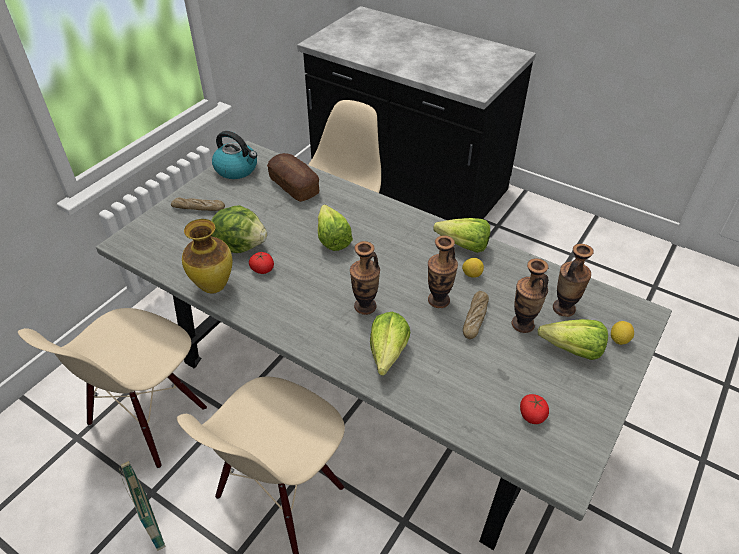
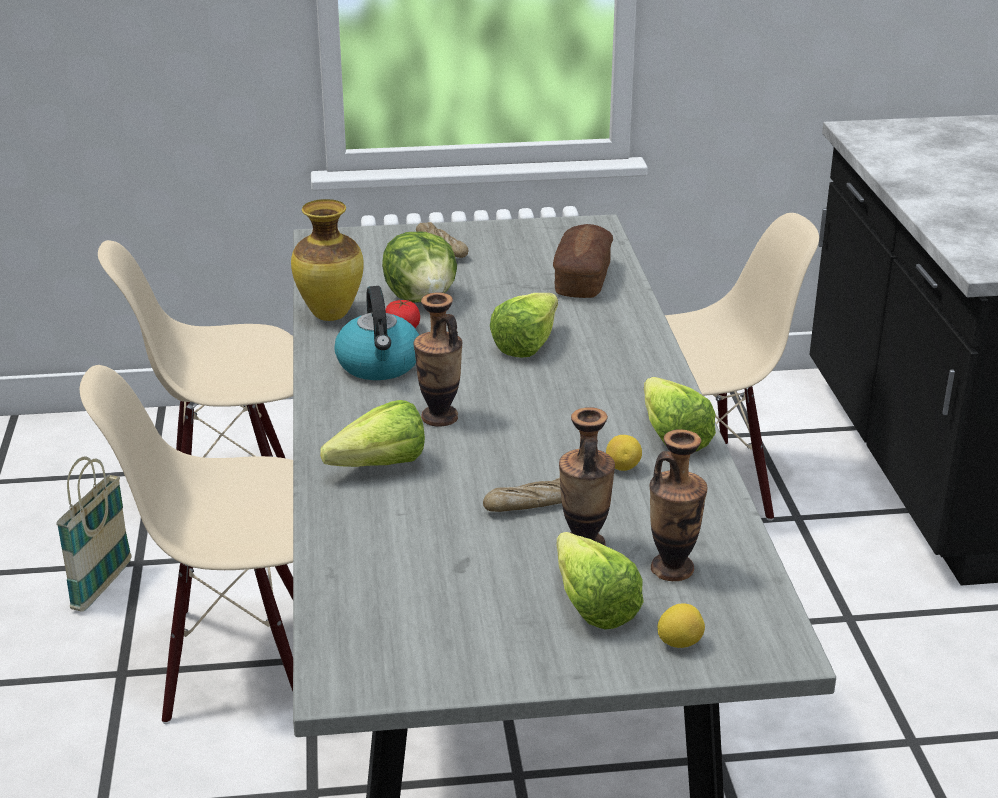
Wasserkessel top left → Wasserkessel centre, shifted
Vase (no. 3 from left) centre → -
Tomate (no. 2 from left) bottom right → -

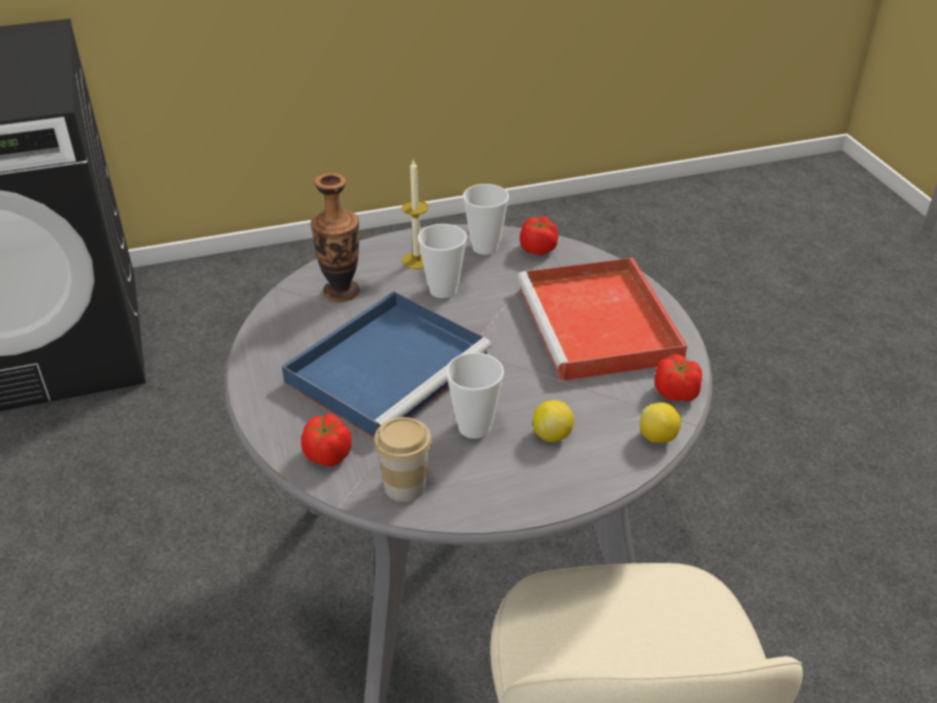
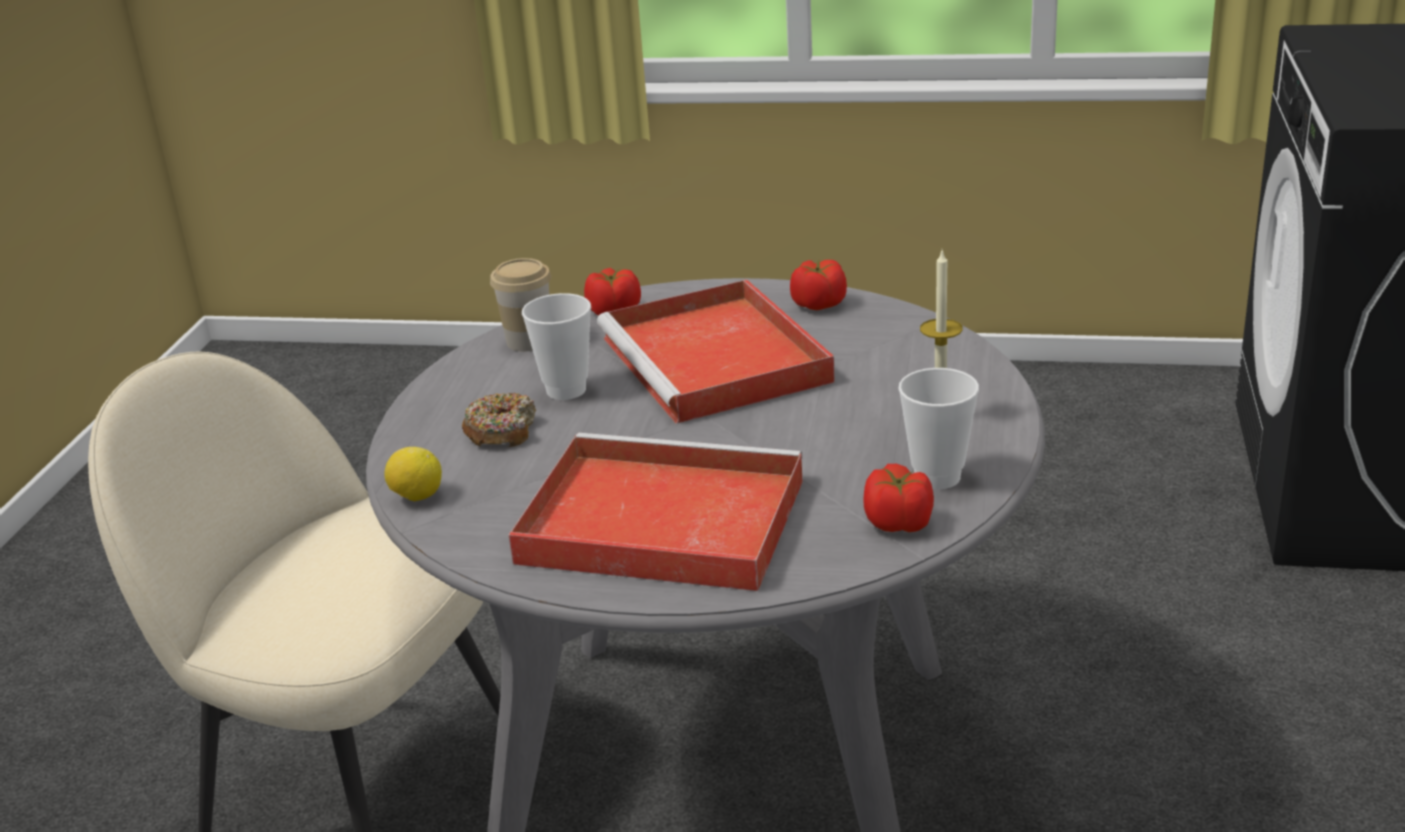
Vase centre → -
Tasse (no. 2 from left) centre → -
Tablett/blau centre → Tablett/rot (no. 2 from left) centre
Tomate (no. 3 from left in the first image) middle right → Tomate (no. 2 from left) centre, shifted
Zitrone (no. 1 from left) centre → Donut centre

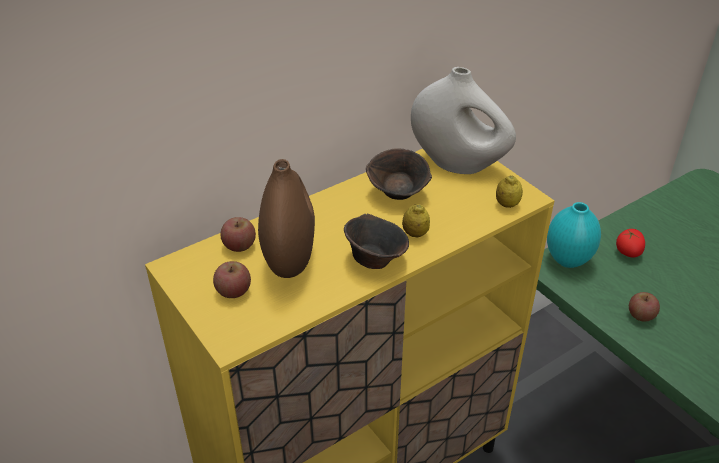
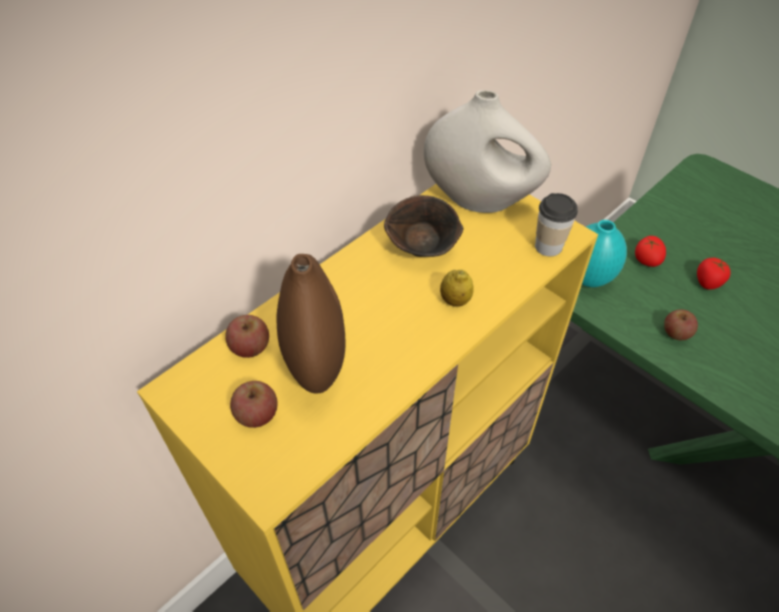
Zitrone (no. 2 from left) middle right → Tasse middle right
Schüssel/braun (no. 1 from left) centre → -
- → Tomate (no. 2 from left) middle right

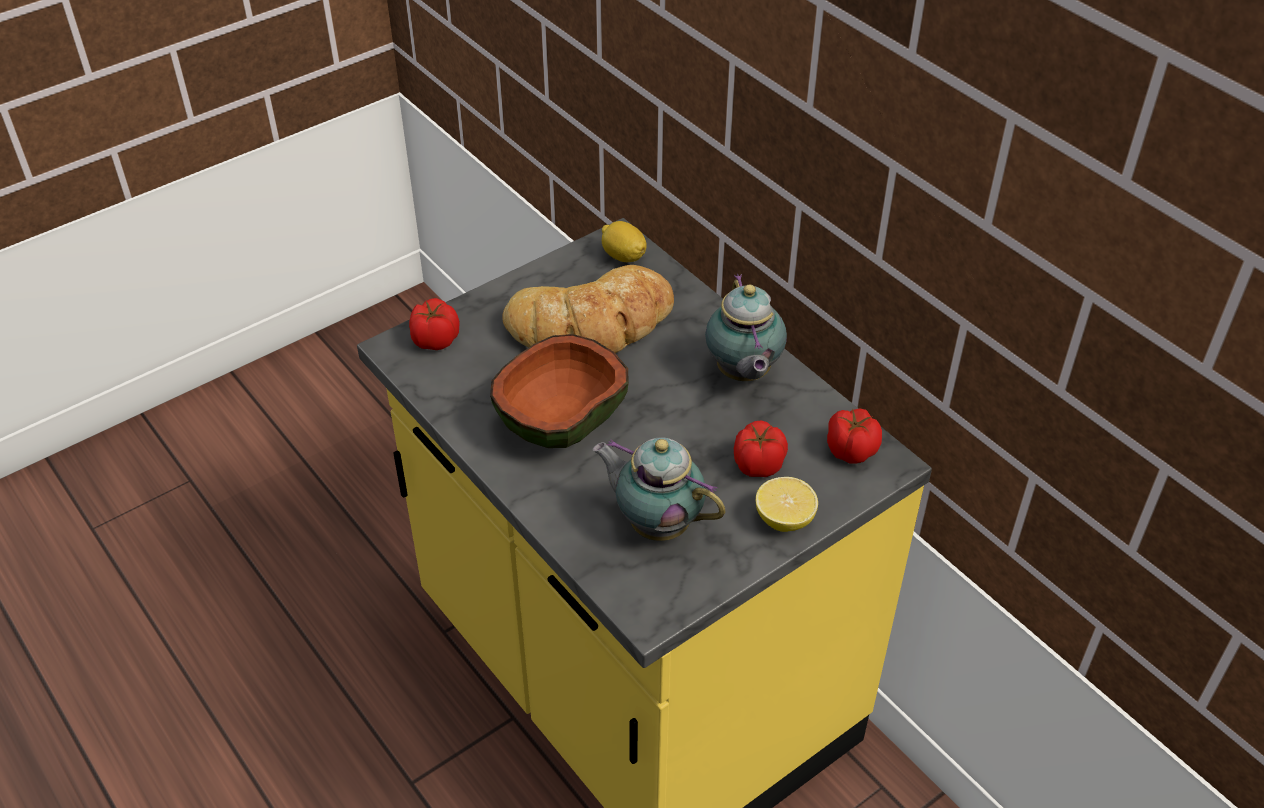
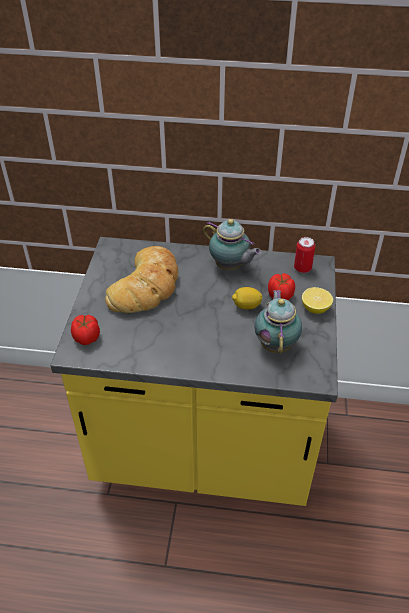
Zitrone (no. 1 from left) top centre → Zitrone (no. 1 from left) centre, shifted
Schüssel centre → -
Tomate (no. 3 from left) middle right → Dose middle right
Teekanne (no. 1 from left in the first image) centre → Teekanne (no. 2 from left) middle right, 105 degrees clockwise

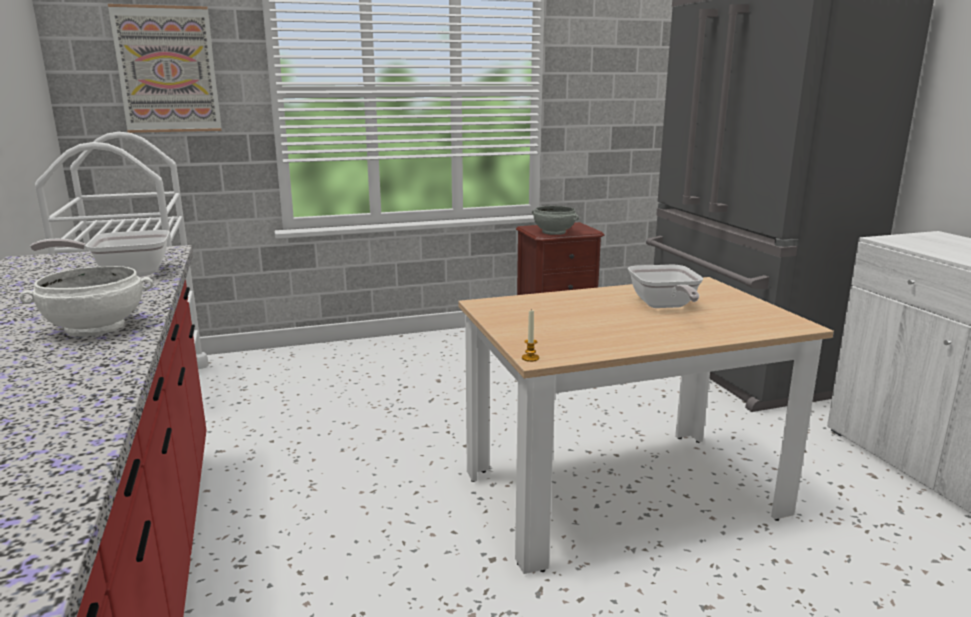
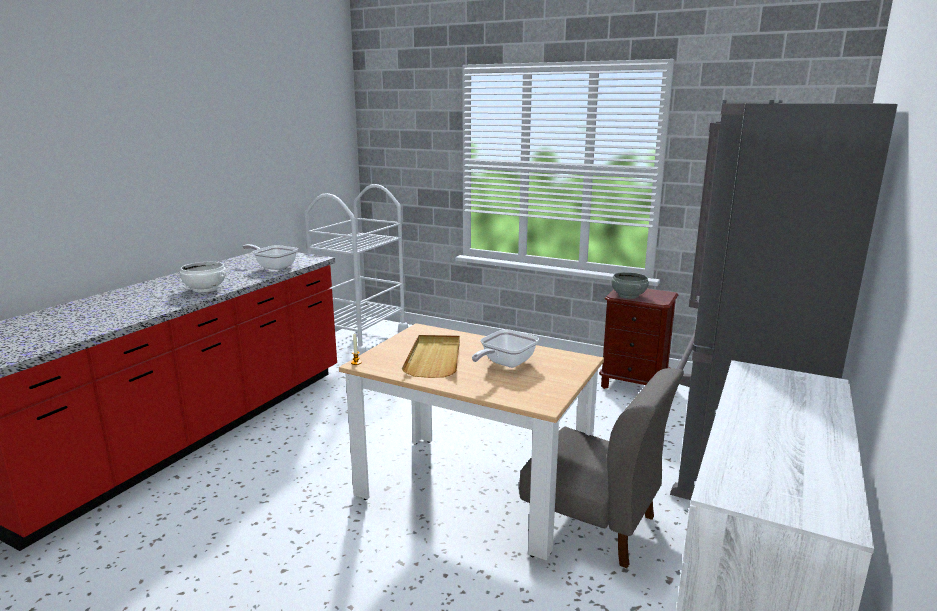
Bild top left → -
- → Tablett/beige centre
- → Stuhl/grau bottom centre

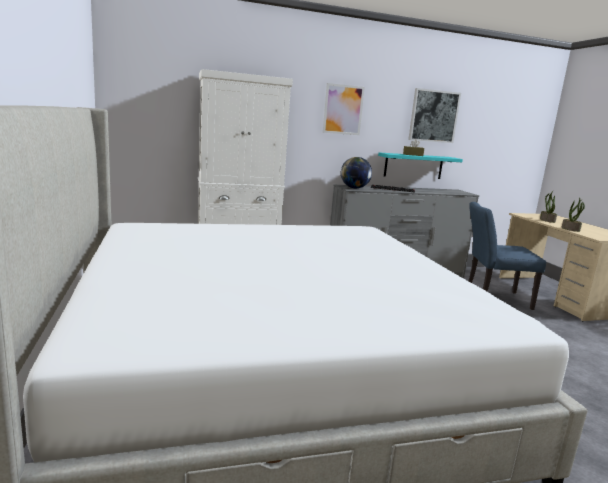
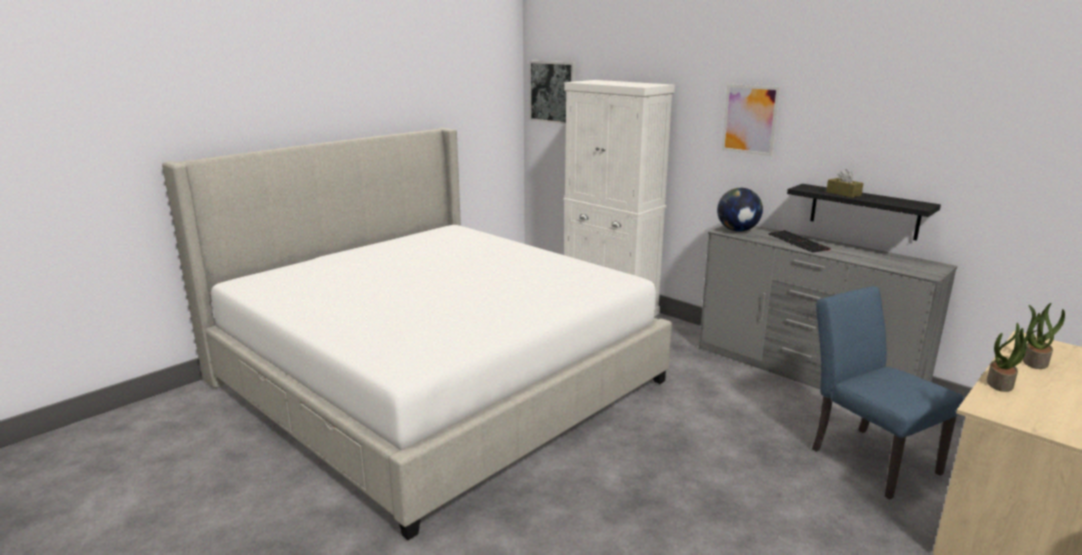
Bild (no. 2 from left in the first image) top right → Bild (no. 1 from left) top centre, shifted
Wandregal/türkis middle right → Wandregal/schwarz middle right

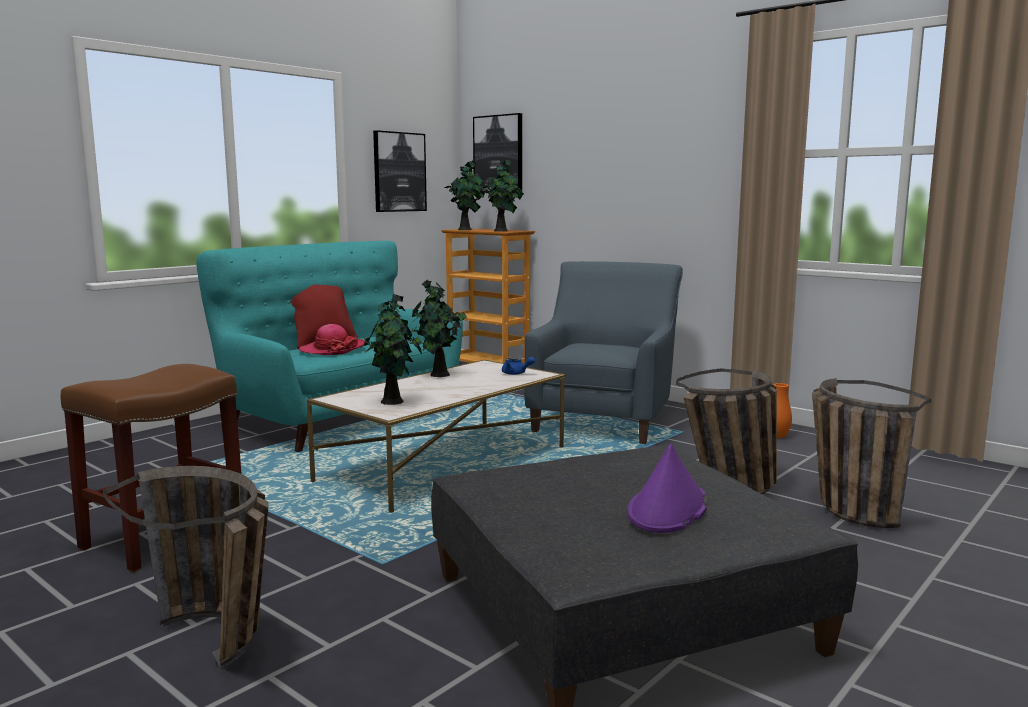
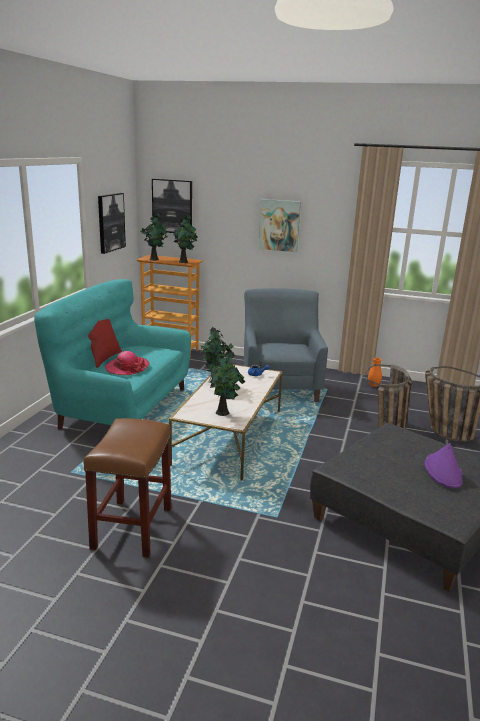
Korb (no. 1 from left) bottom left → -
- → Bild (no. 3 from left) top centre

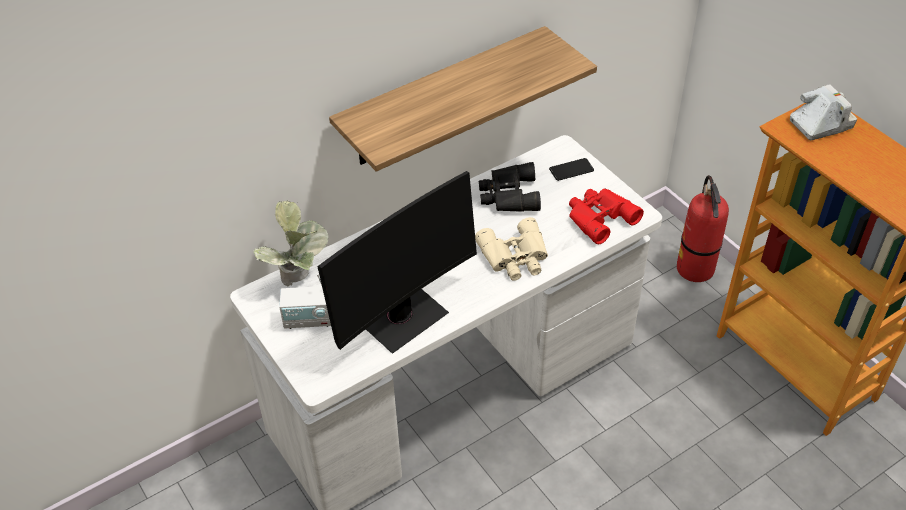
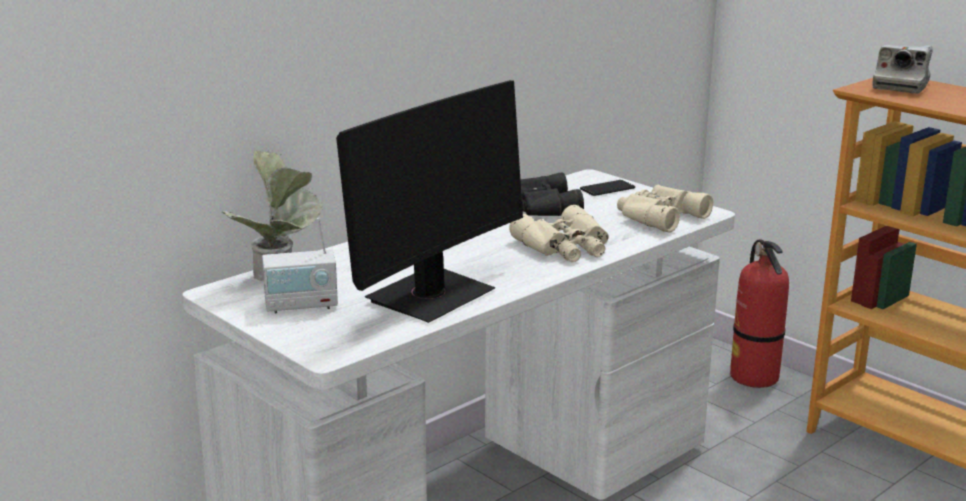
Wandregal top centre → -
Kamera top right, 150 degrees clockwise
Fernglas/rot middle right → Fernglas/beige (no. 2 from left) middle right

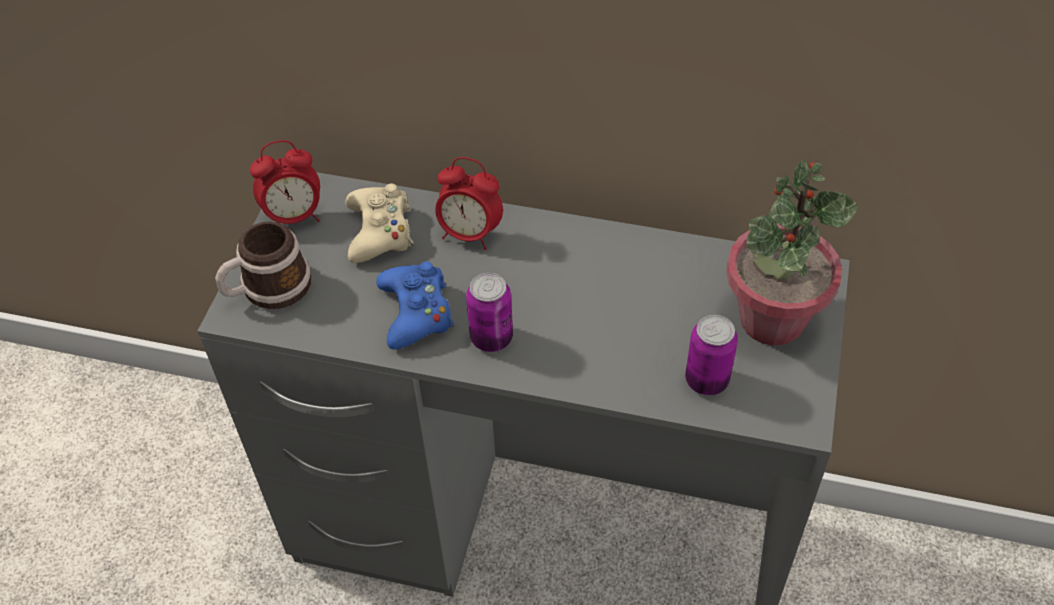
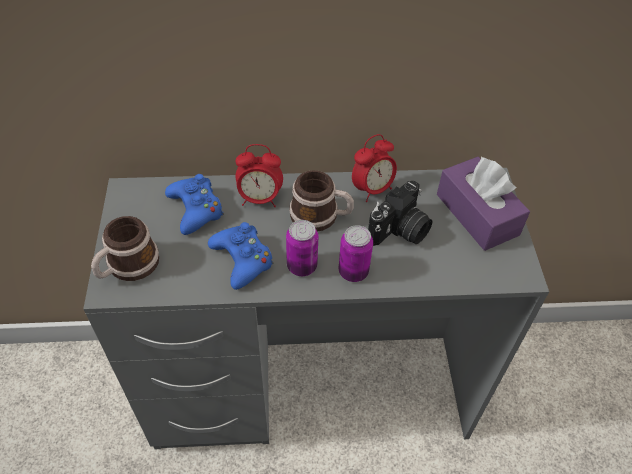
Wecker (no. 1 from left in the first image) top left → Wecker (no. 2 from left) centre, shifted
Topfpflanze middle right → Taschentuchbox/lila middle right
Gamepad/beige centre → Gamepad/blau (no. 1 from left) middle left
Dose (no. 2 from left) middle right → Dose (no. 2 from left) centre, shifted
- → Henkelbecher (no. 2 from left) centre
- → Kamera centre

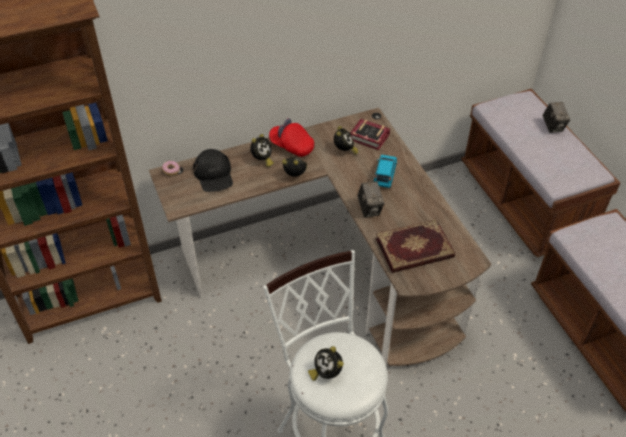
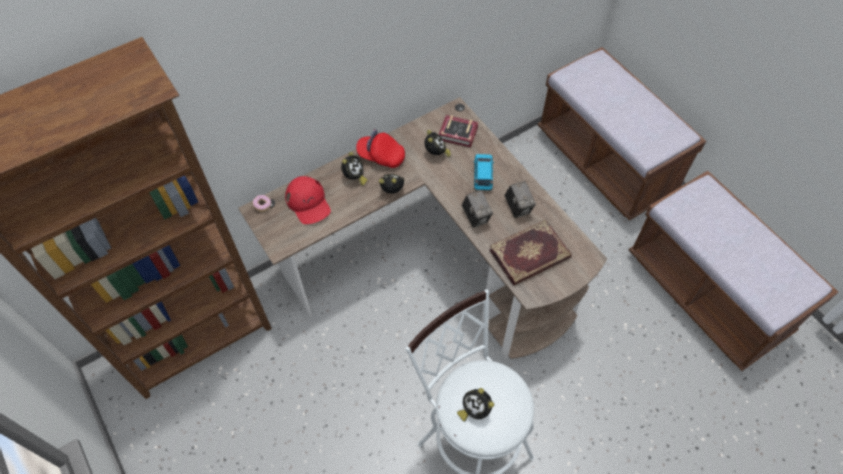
Kamera (no. 2 from left) top right → Kamera (no. 2 from left) centre, shifted
Kappe/schwarz centre → Kappe/rot (no. 1 from left) centre

